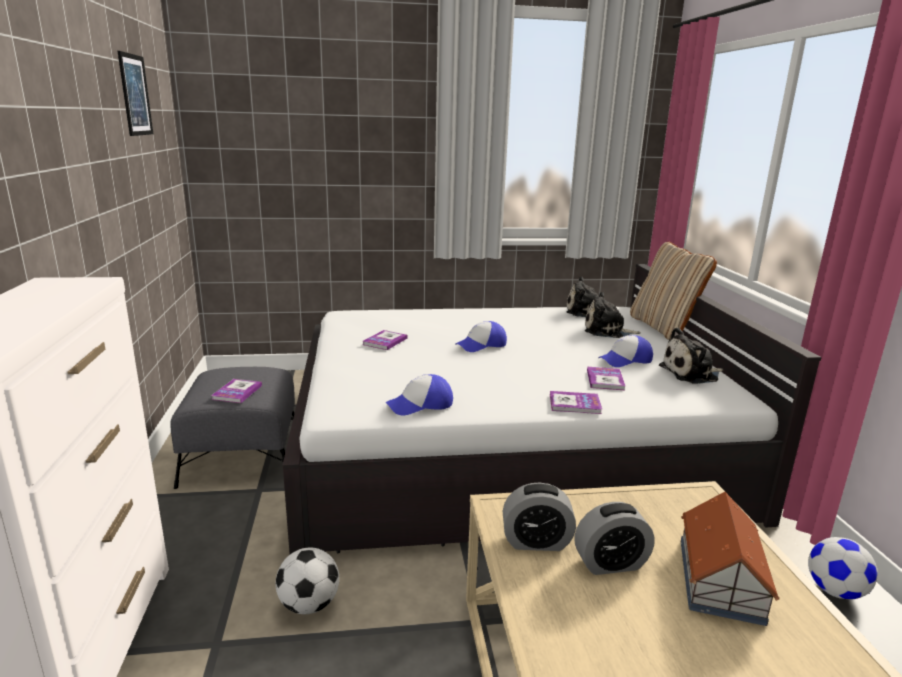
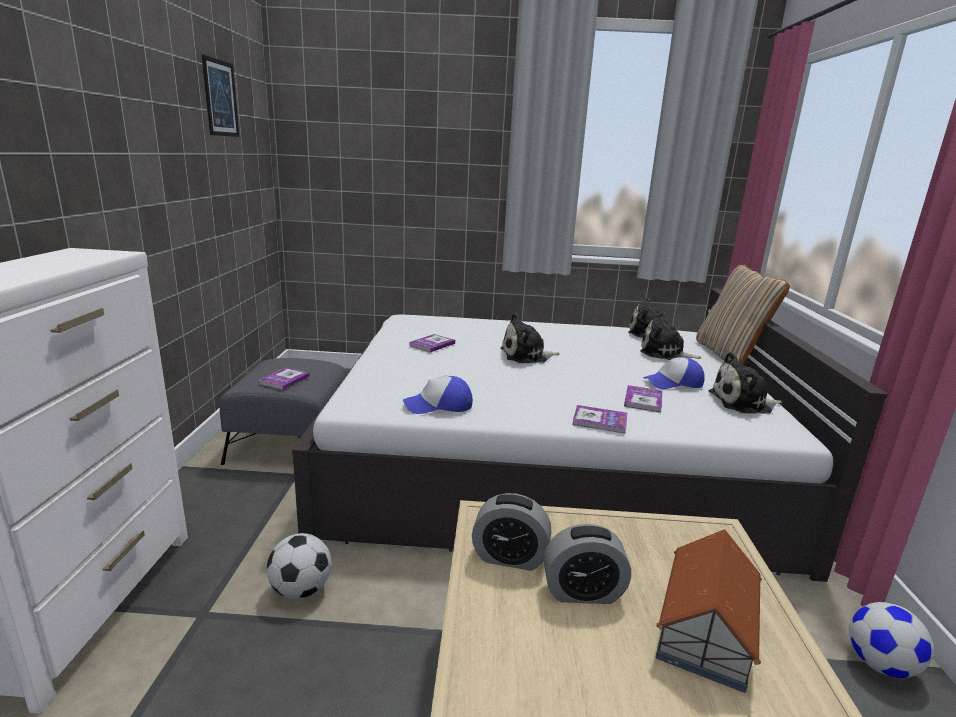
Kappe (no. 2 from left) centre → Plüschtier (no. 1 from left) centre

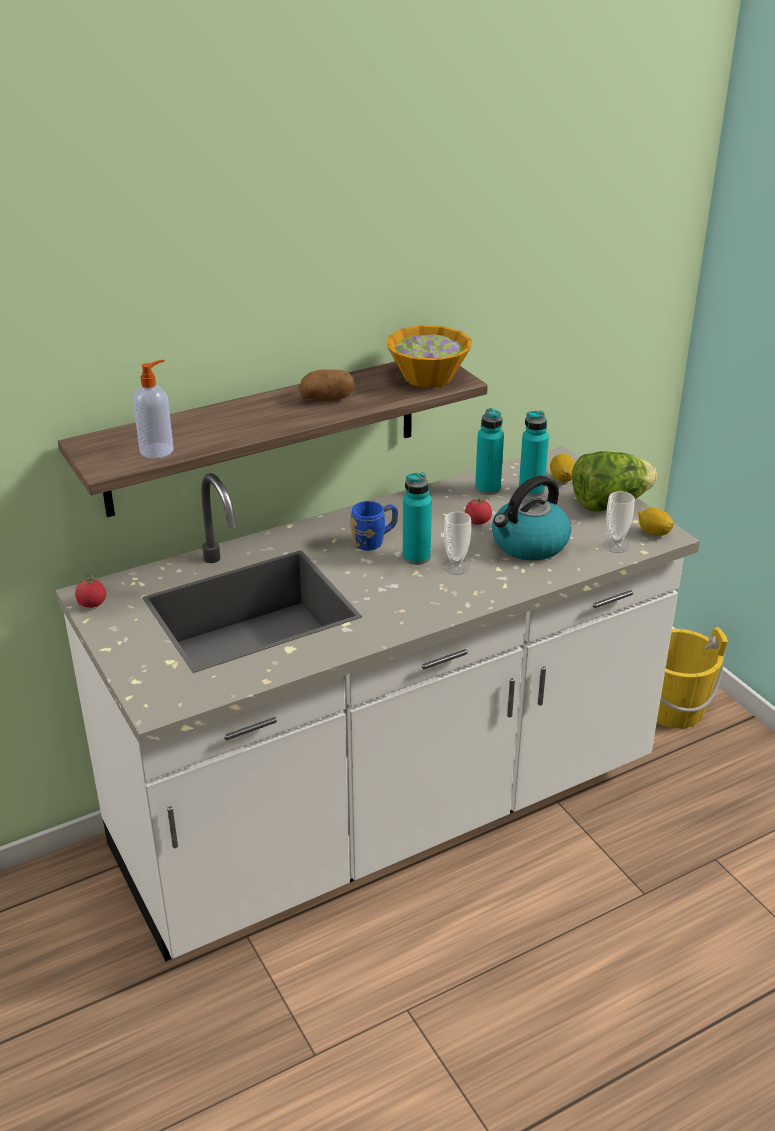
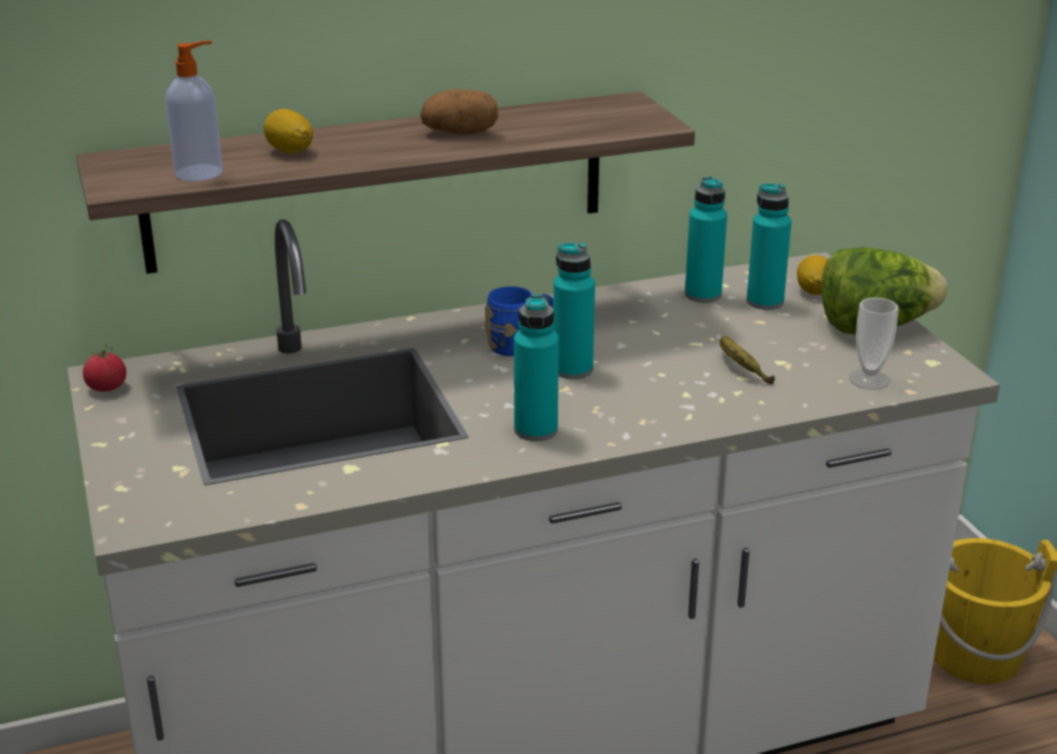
Schüssel top centre → -
Wasserkessel middle right → Banane middle right
Tomate (no. 2 from left) centre → -
Zitrone (no. 2 from left in the first image) middle right → Zitrone (no. 1 from left) top left, shifted
Tasse (no. 1 from left) centre → -
- → Flasche/türkis (no. 1 from left) centre

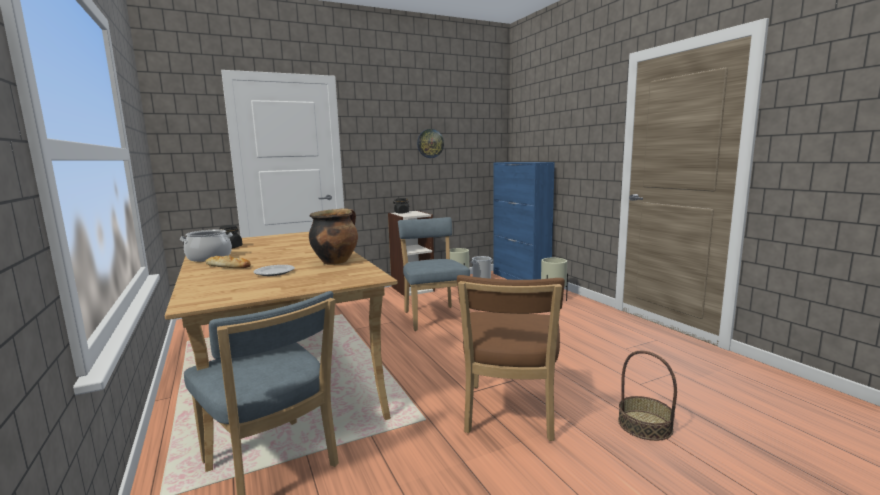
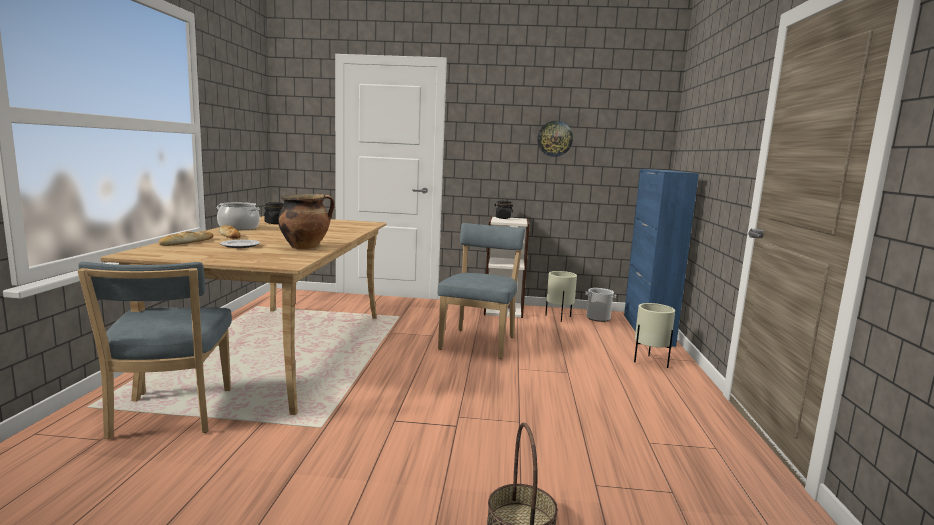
Stuhl/braun bottom centre → -
- → Brot (no. 1 from left) middle left

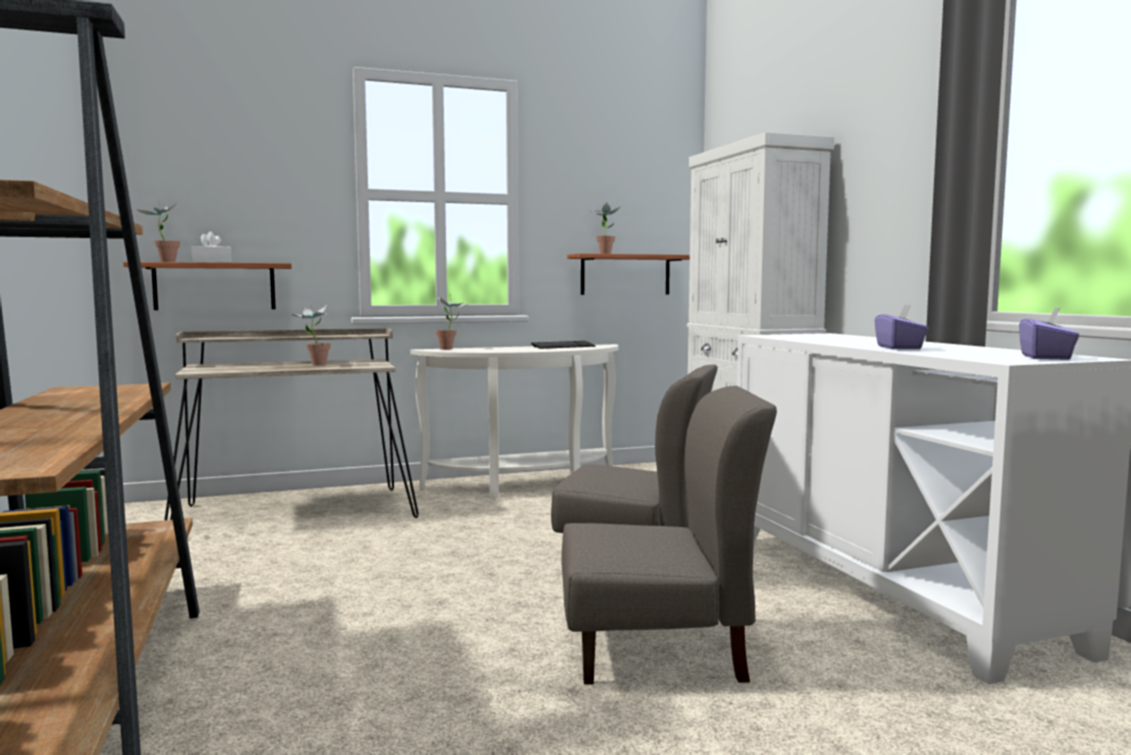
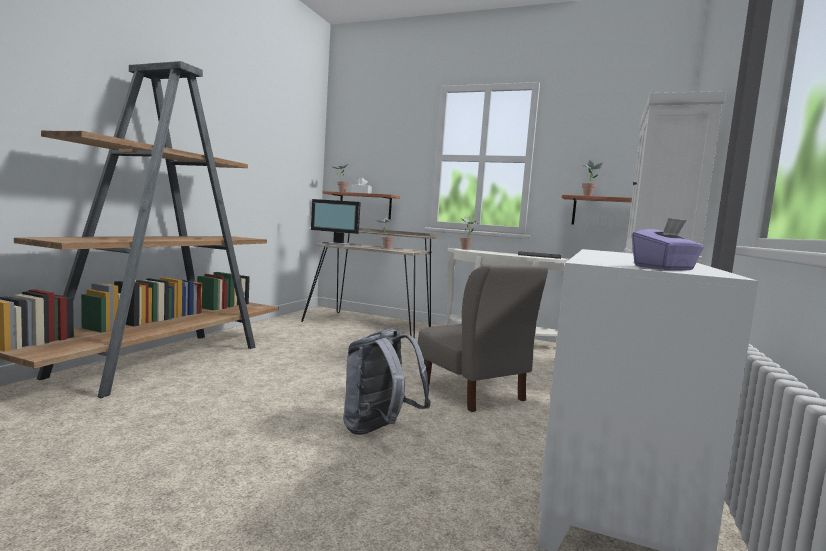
Taschentuchbox/lila (no. 1 from left) middle right → -
Stuhl/grau (no. 2 from left) bottom centre → Rucksack/grau bottom centre
- → Monitor centre

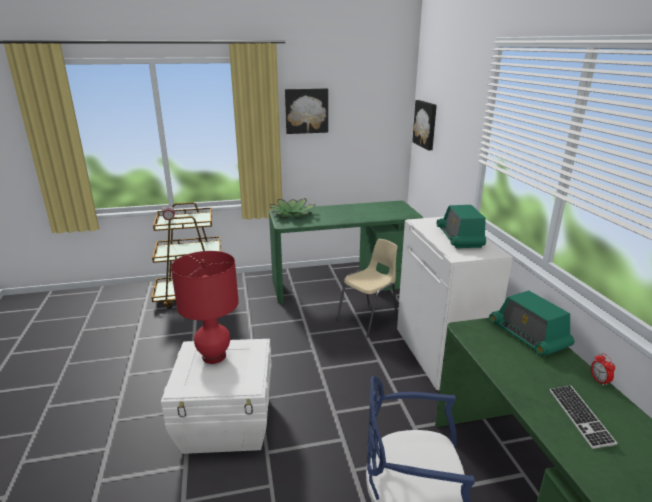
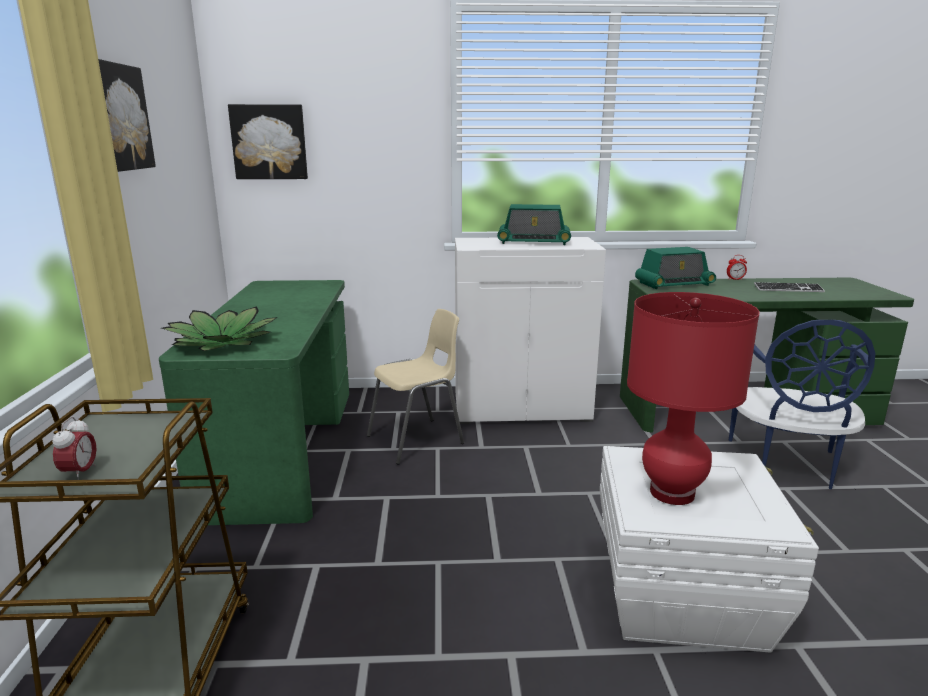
Stuhl/beige centre, 90 degrees clockwise

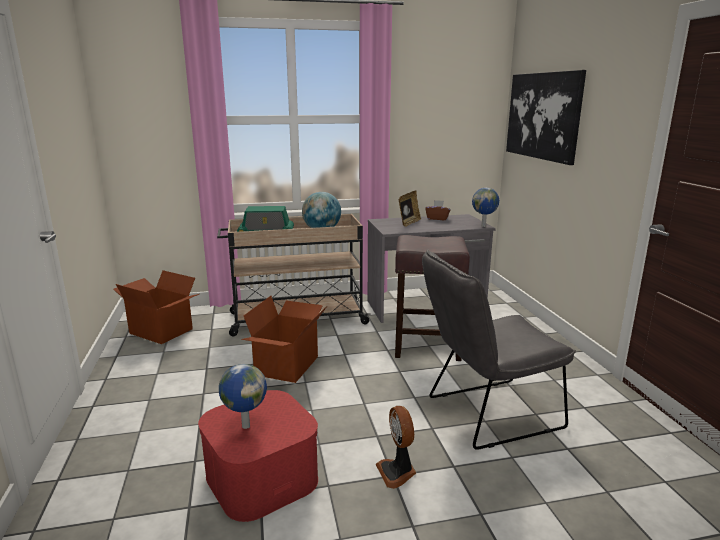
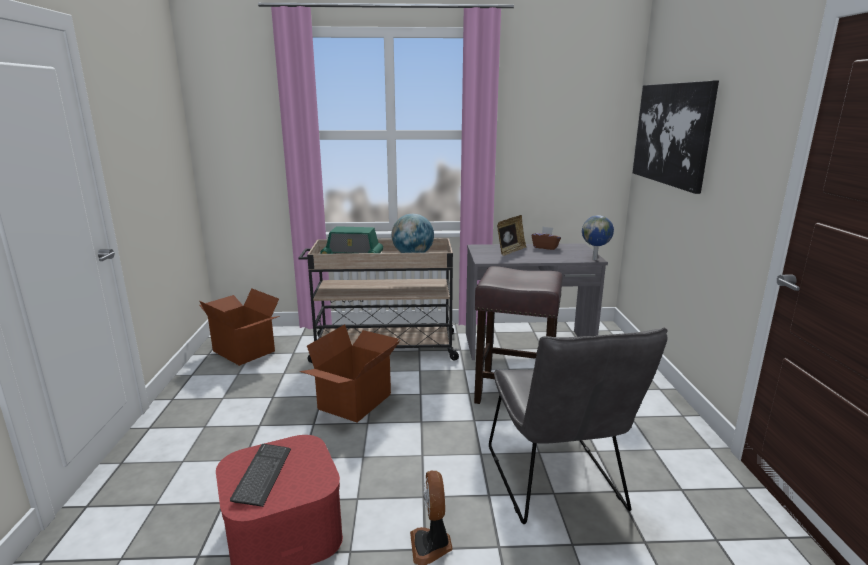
Stuhl/grau middle right → Stuhl/grau bottom centre, 90 degrees counterclockwise
Globus (no. 1 from left) bottom centre → Tastatur bottom left

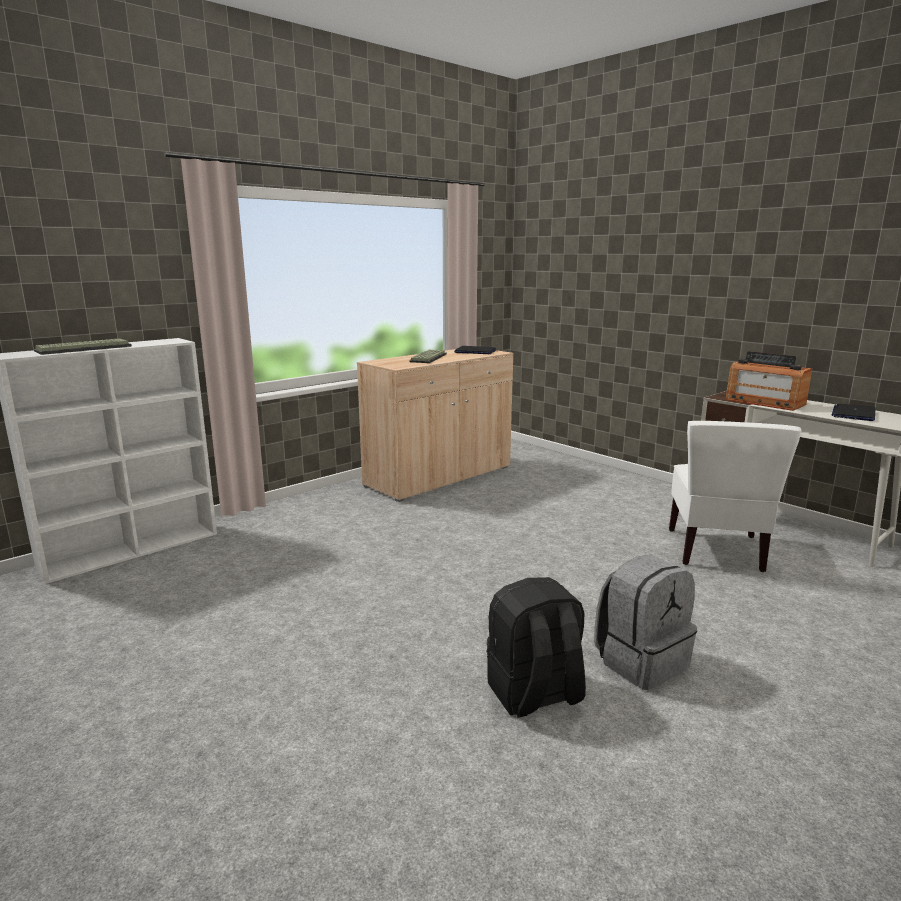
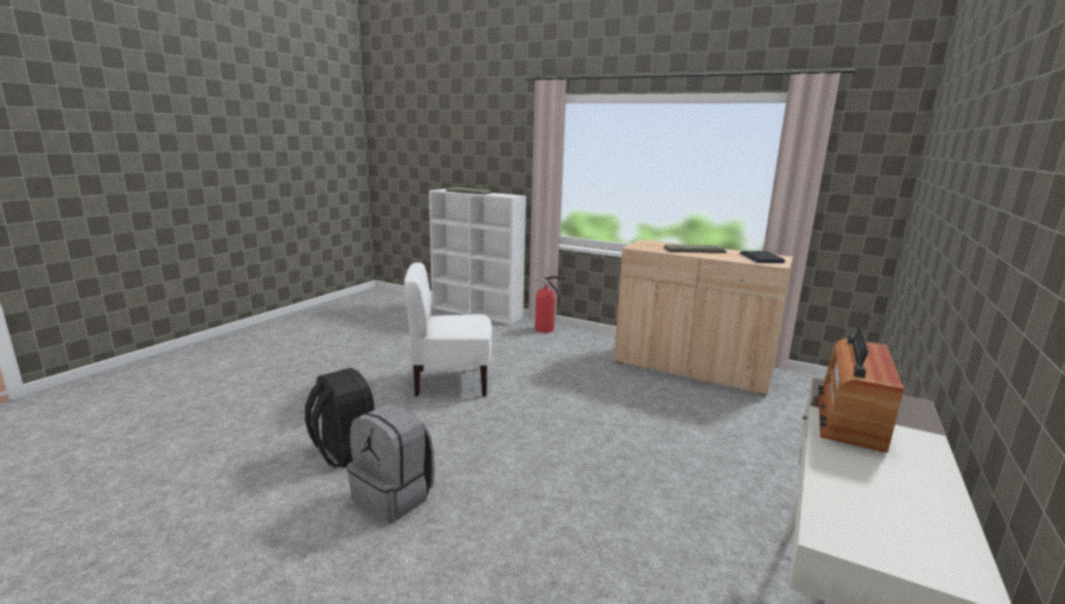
Laptop (no. 2 from left) middle right → -
Stuhl/weiß middle right → Stuhl/weiß centre, shifted
- → Feuerlöscher centre

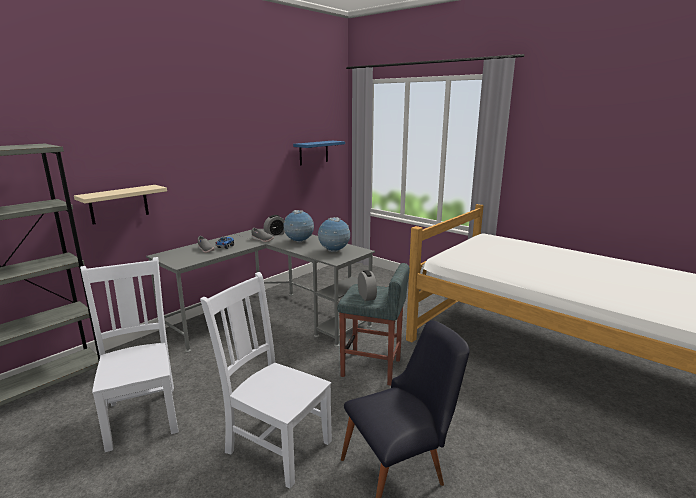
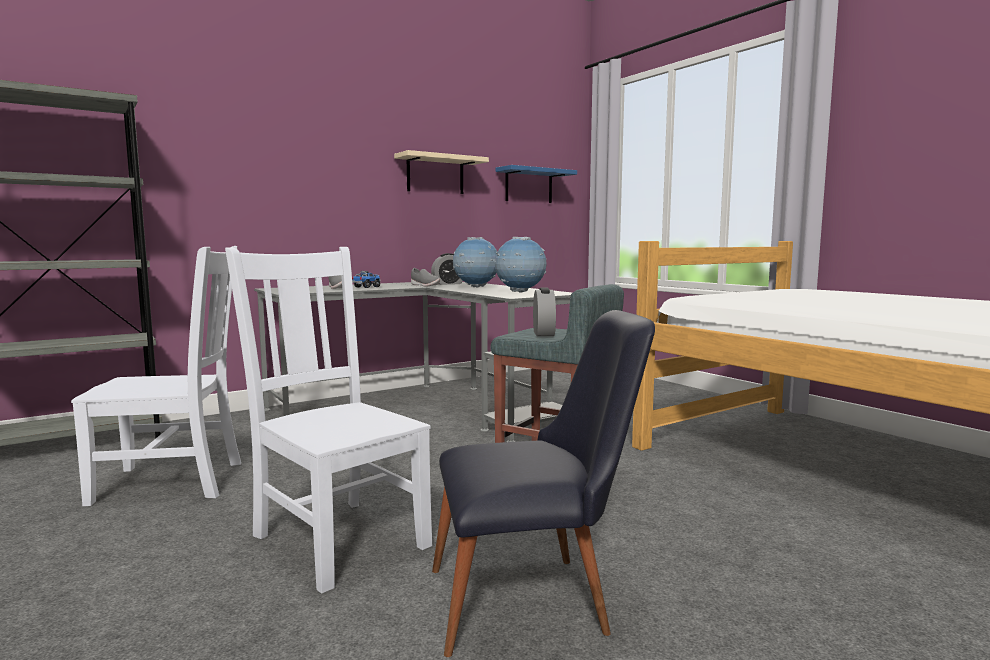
Wandregal/beige middle left → Wandregal/beige top centre, shifted
Stuhl/weiß (no. 1 from left) bottom left → Stuhl/weiß (no. 1 from left) middle left, 90 degrees clockwise

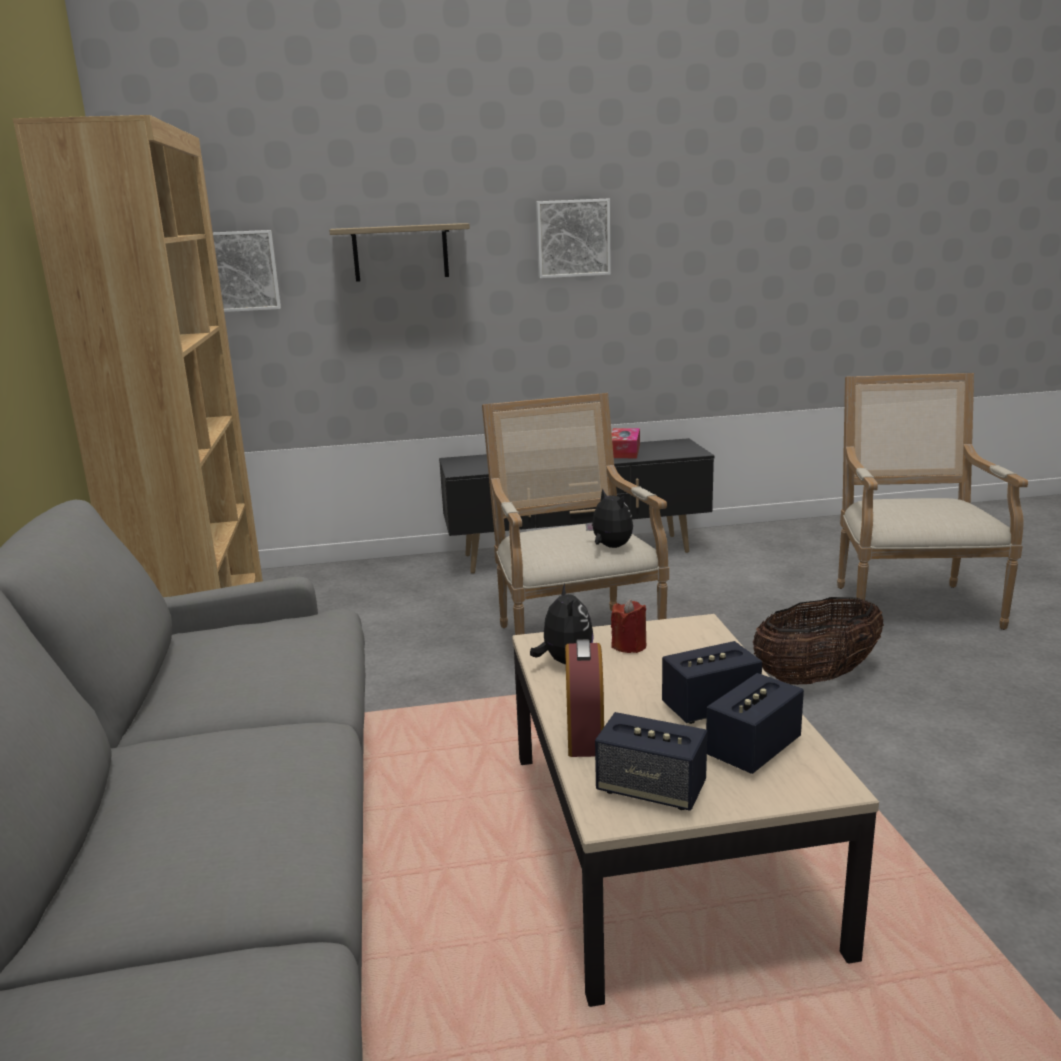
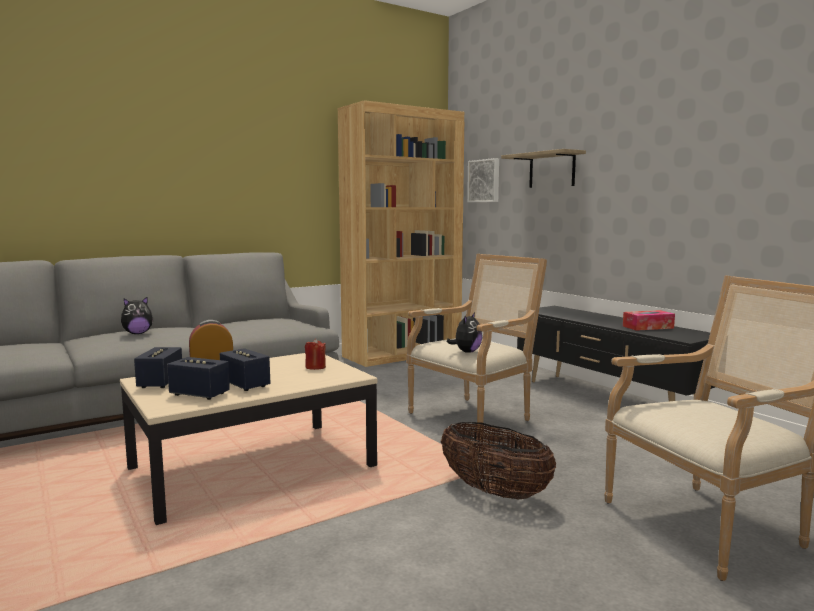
Bild (no. 2 from left) top centre → -
Plüschtier (no. 1 from left) centre → Plüschtier (no. 1 from left) middle left, shifted

